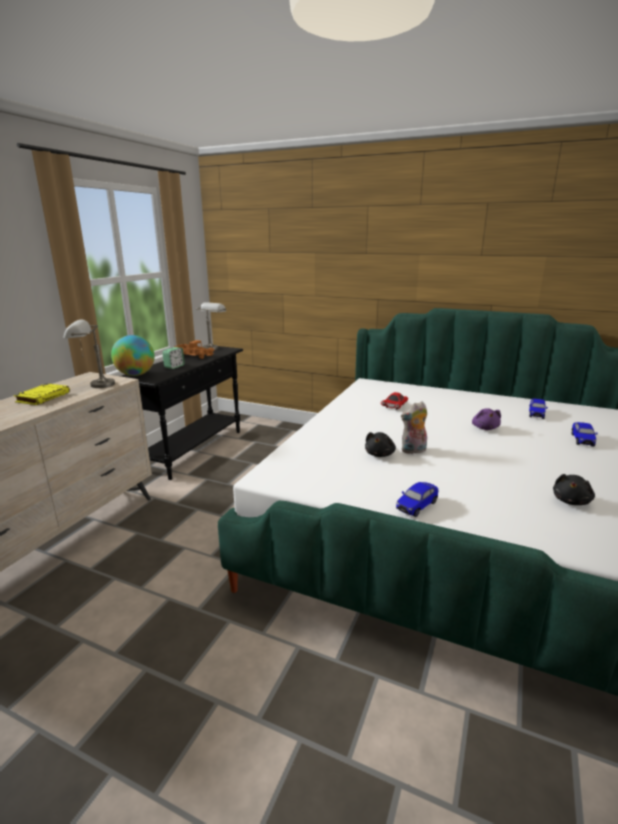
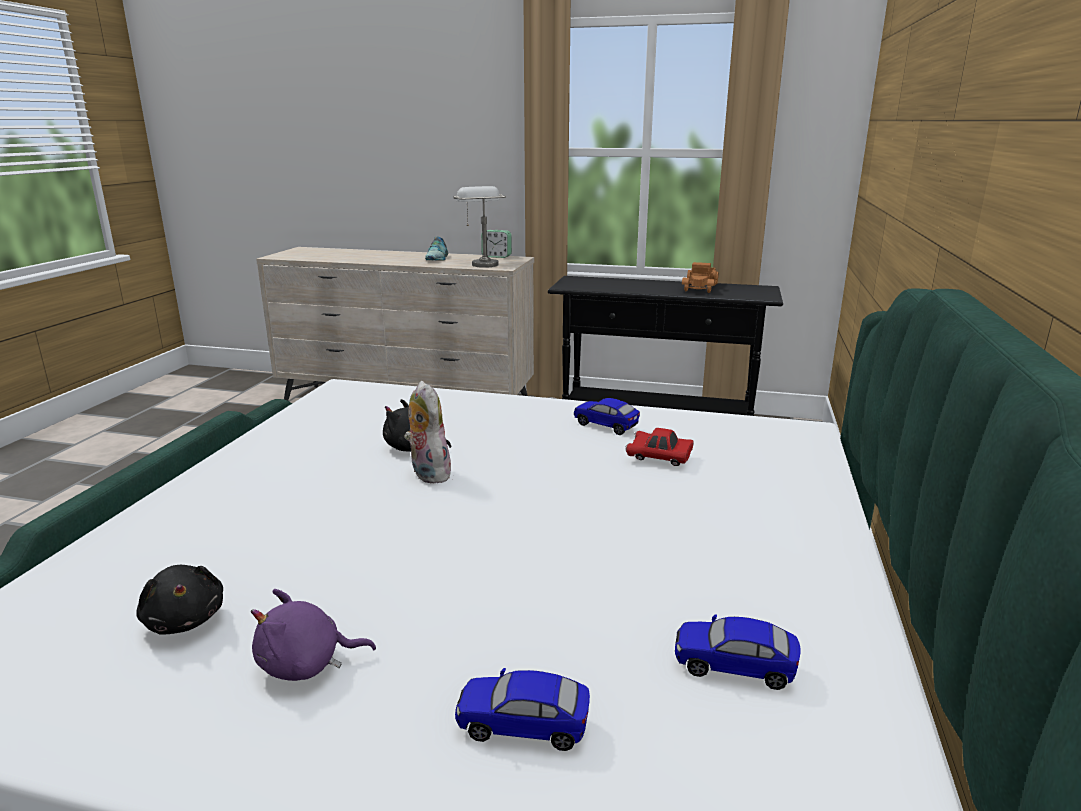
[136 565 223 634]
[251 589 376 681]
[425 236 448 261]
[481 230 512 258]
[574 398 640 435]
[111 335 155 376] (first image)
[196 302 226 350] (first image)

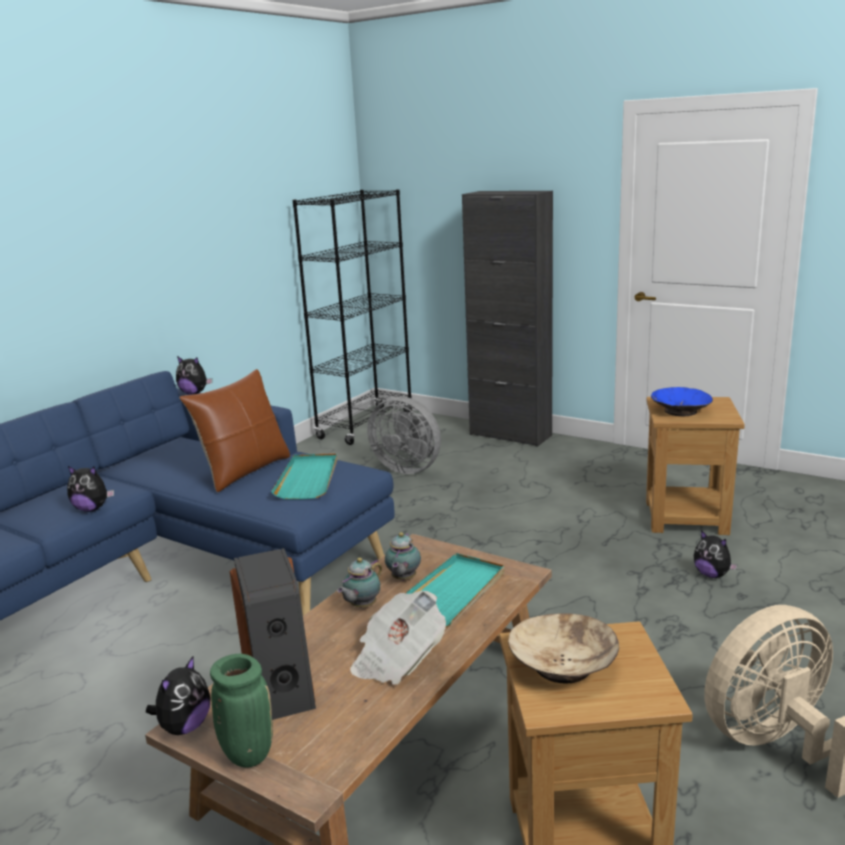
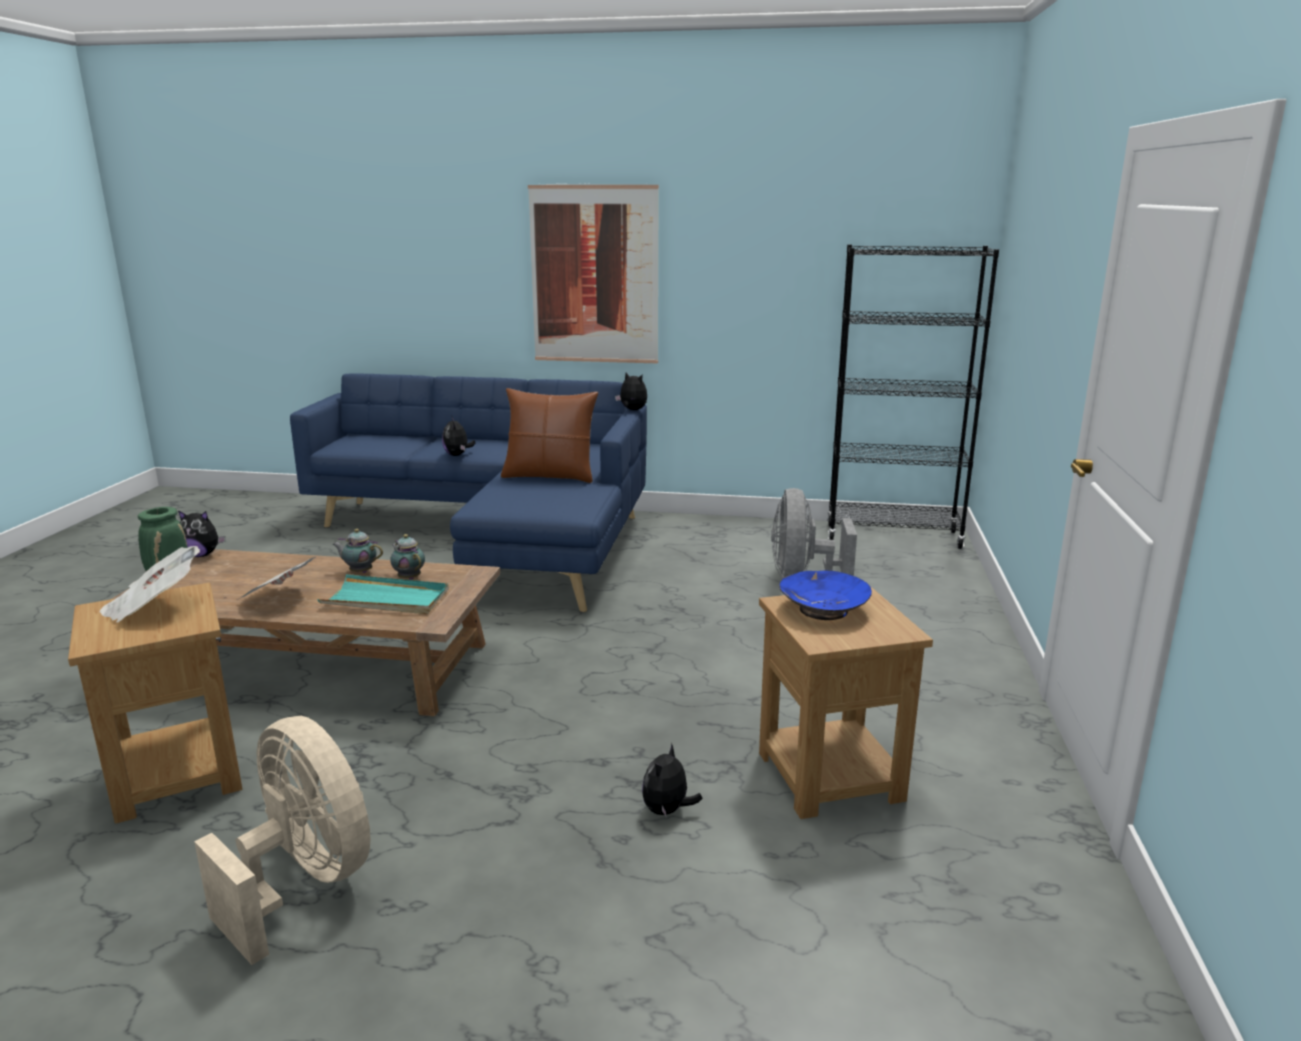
[100 546 200 622]
[390 534 425 580]
[528 184 659 363]
[615 372 647 410]
[230 548 316 720] (first image)
[271 453 337 500] (first image)
[462 191 553 447] (first image)

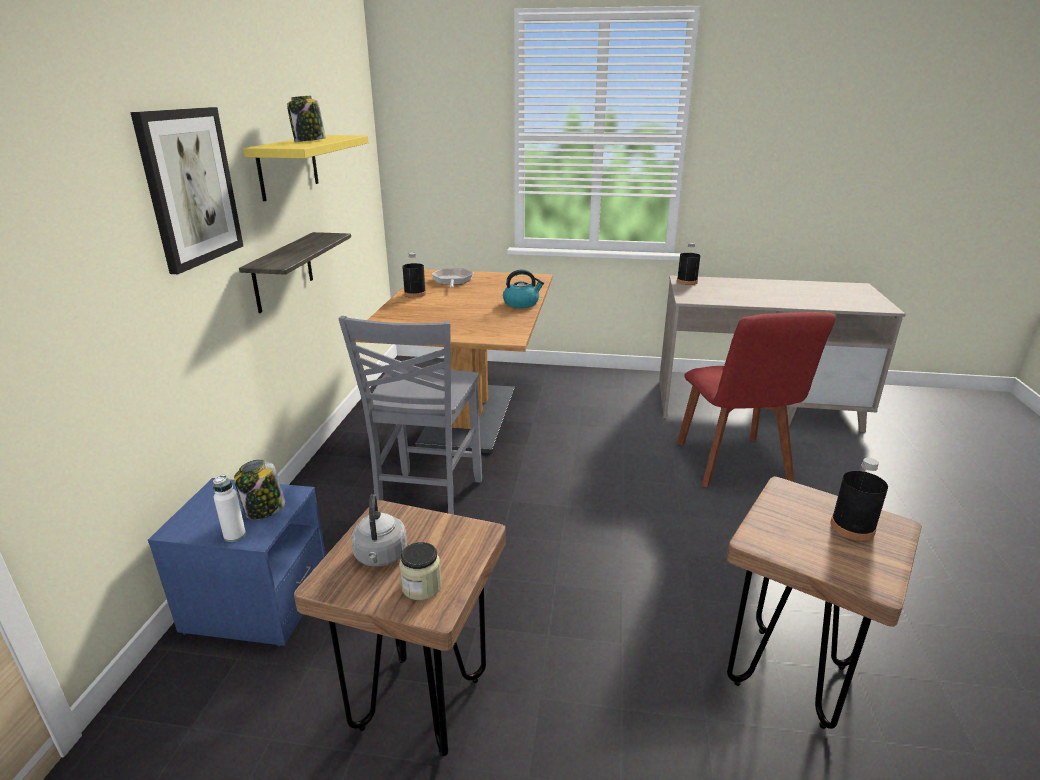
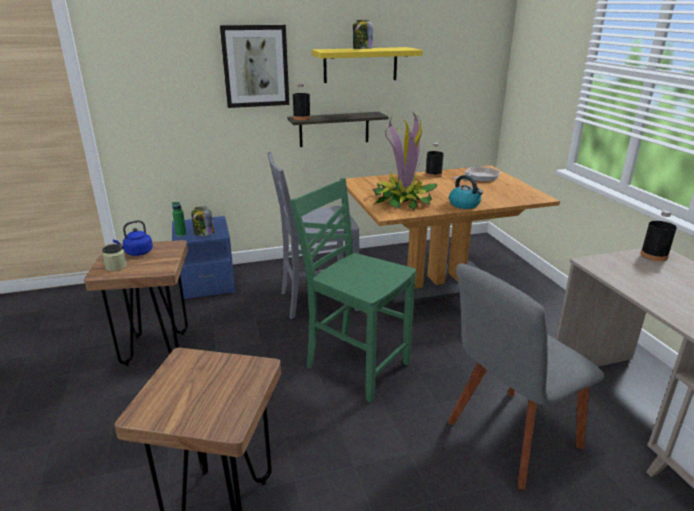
[113 220 153 256]
[172 202 186 237]
[290 178 416 403]
[293 83 311 120]
[373 113 437 210]
[448 263 605 490]

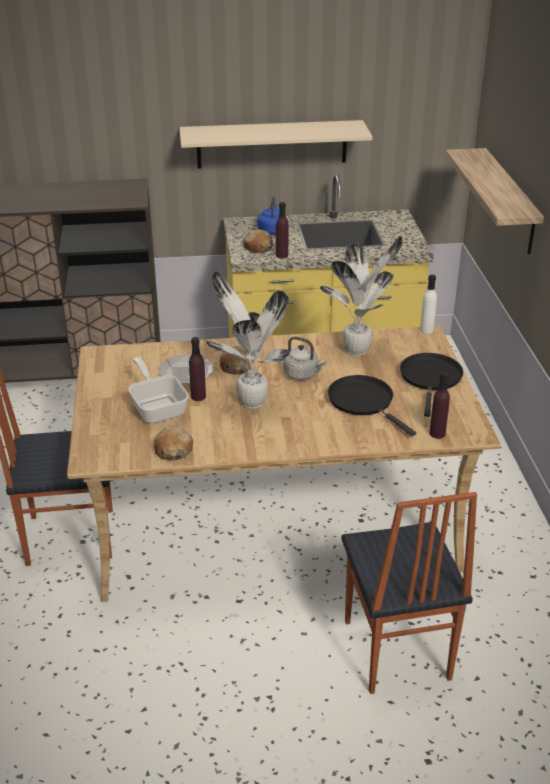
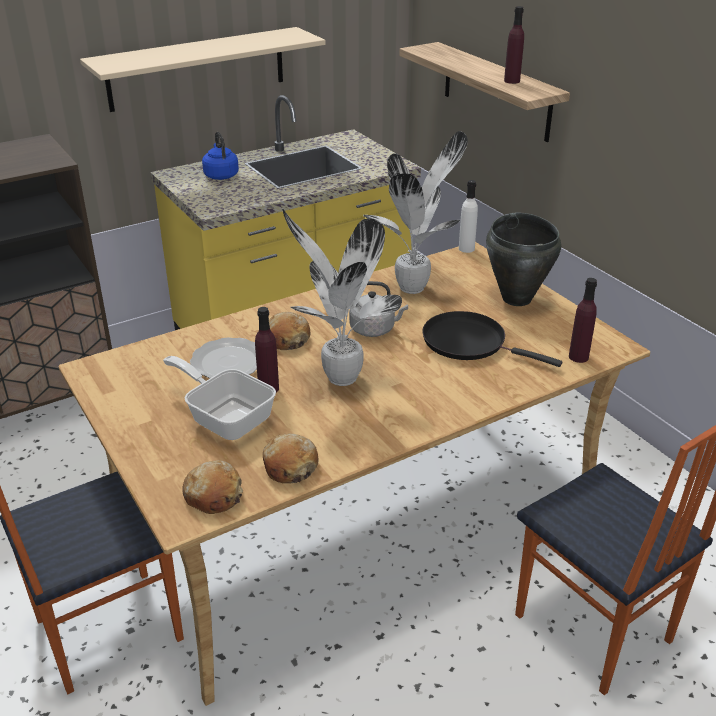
[182 460 243 514]
[486 213 561 306]
[504 6 524 84]

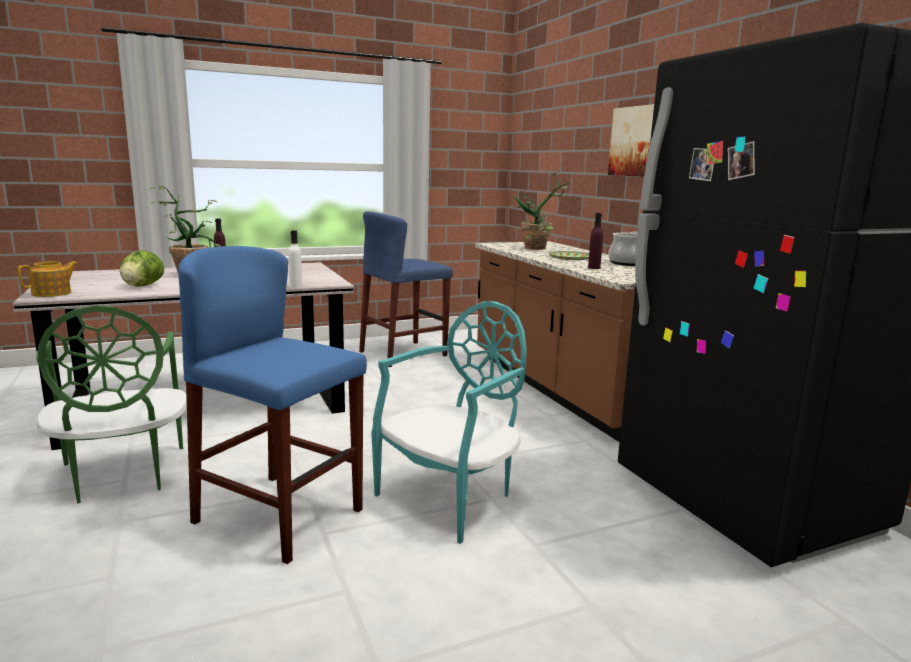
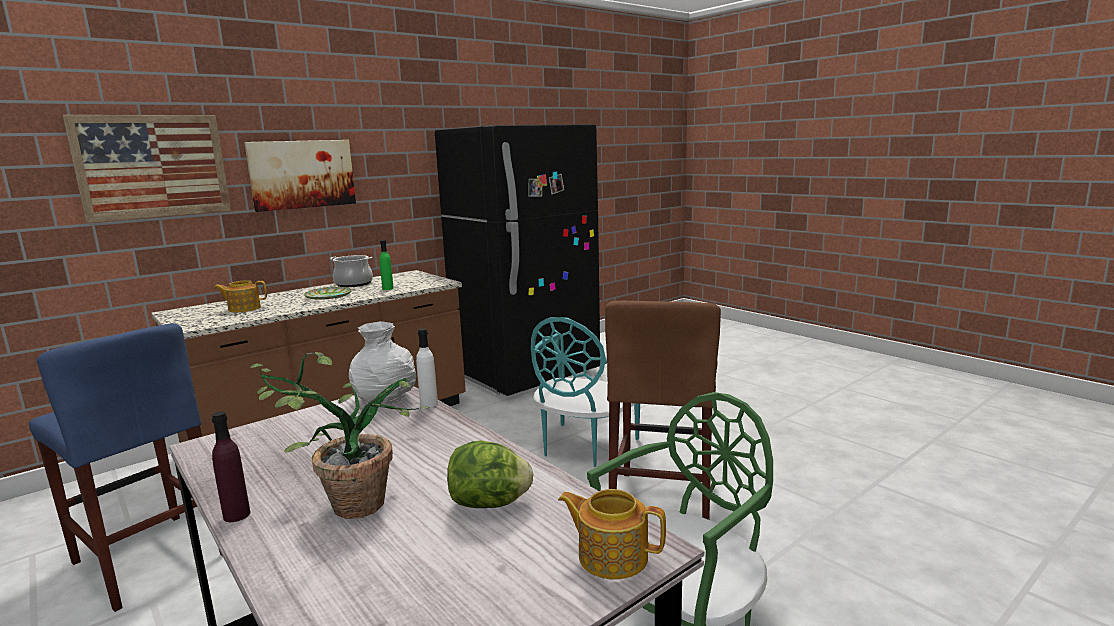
[62 115 231 223]
[214 280 267 312]
[349 321 416 405]
[379 240 394 290]
[531 317 640 467]
[605 301 721 520]

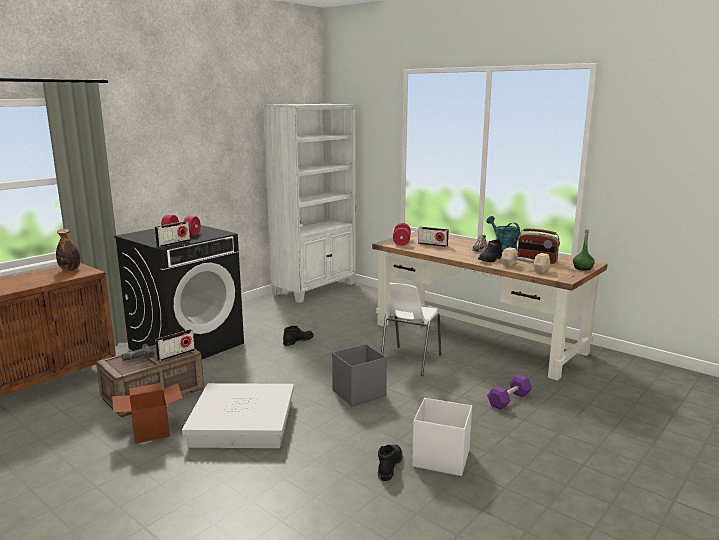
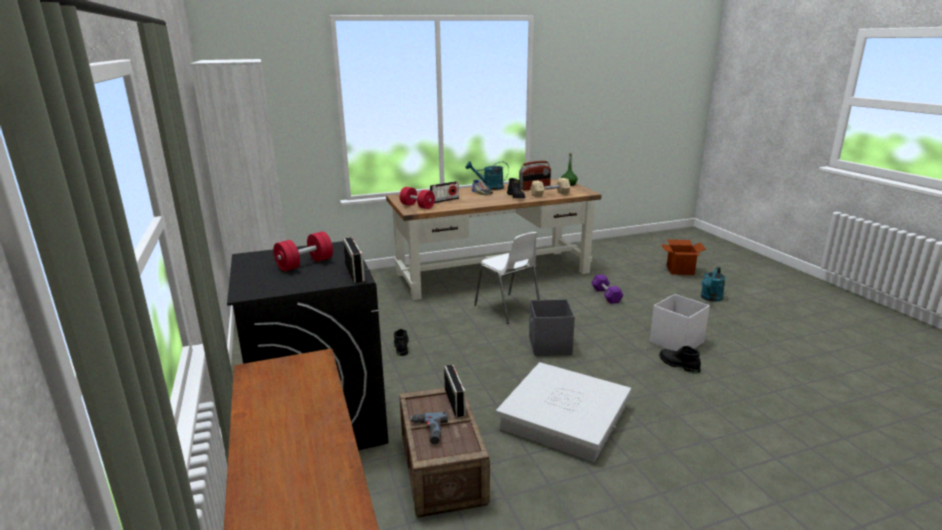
[661 239 706 275]
[701 267 726 302]
[56 229 80 271] (first image)

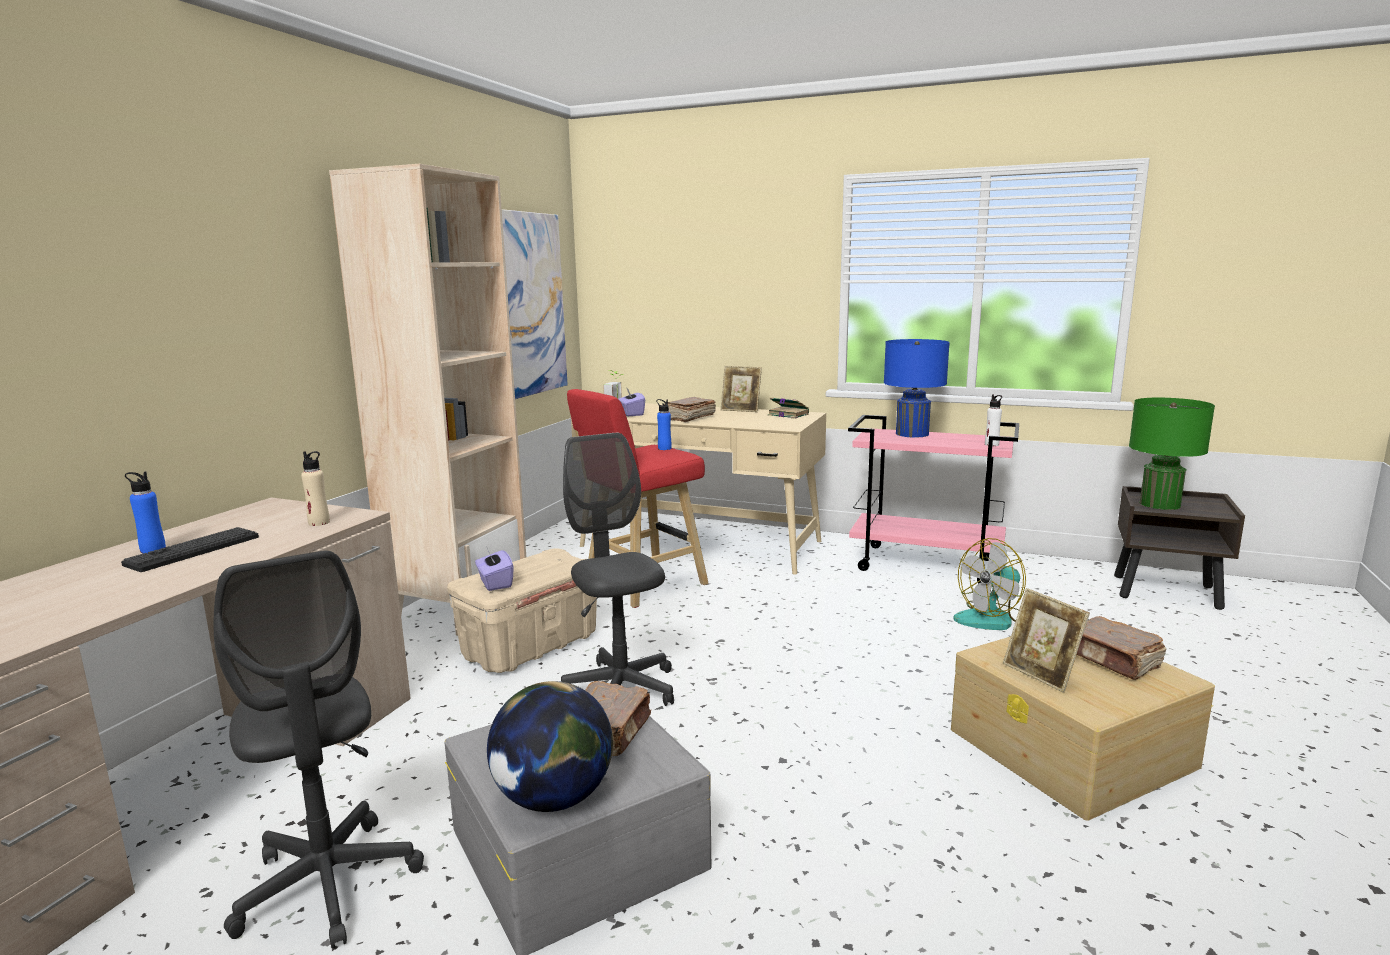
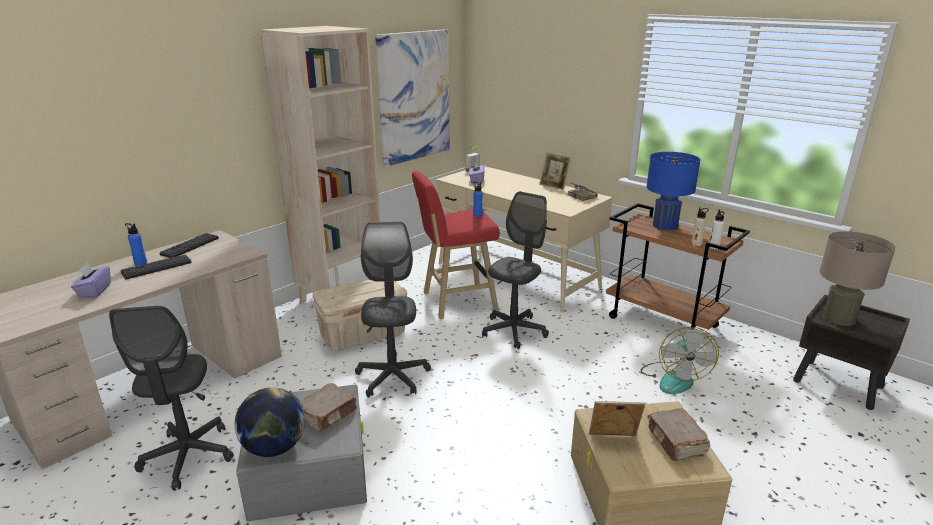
[71 263 110 298]
[160 233 219 258]
[482 191 549 349]
[589 401 645 436]
[606 203 750 330]
[641 327 719 394]
[691 207 709 246]
[819 231 896 326]
[664 397 716 422] (first image)

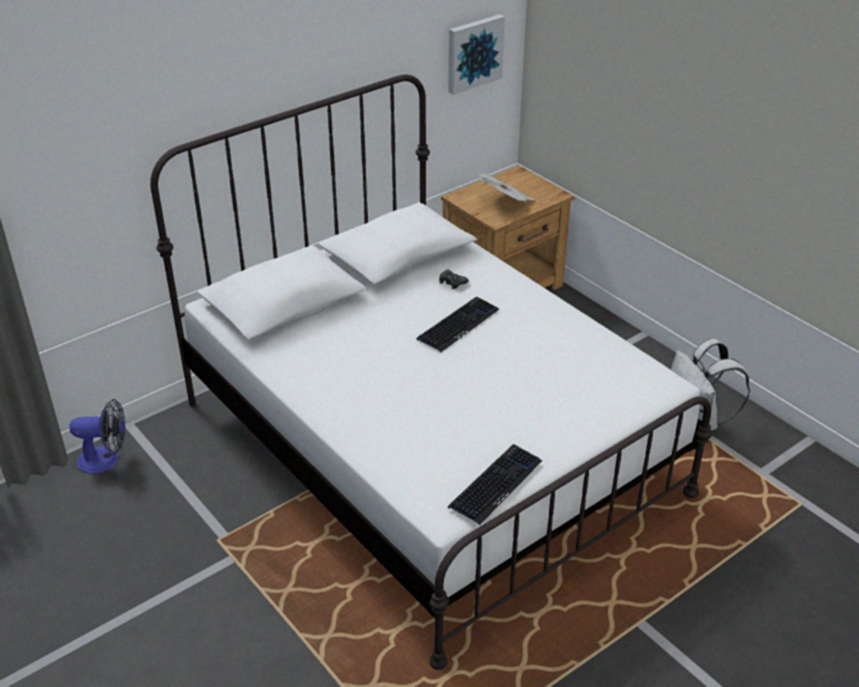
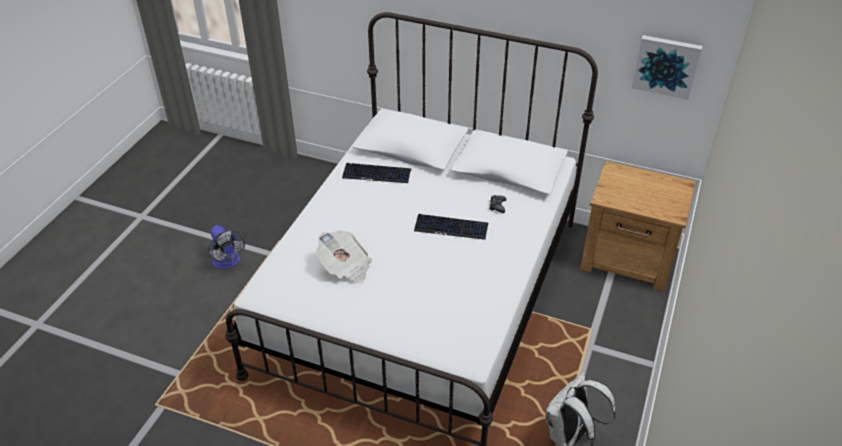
[208 225 246 269]
[316 230 372 284]
[342 163 411 183]

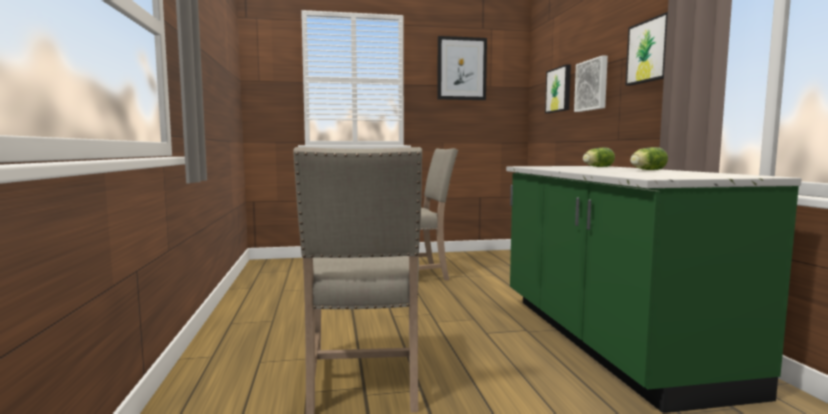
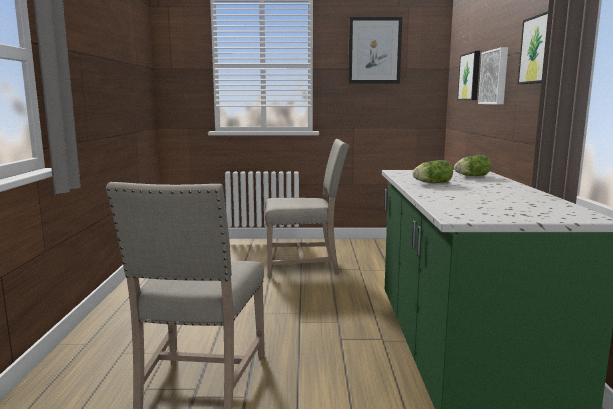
[412 160 453 183]

